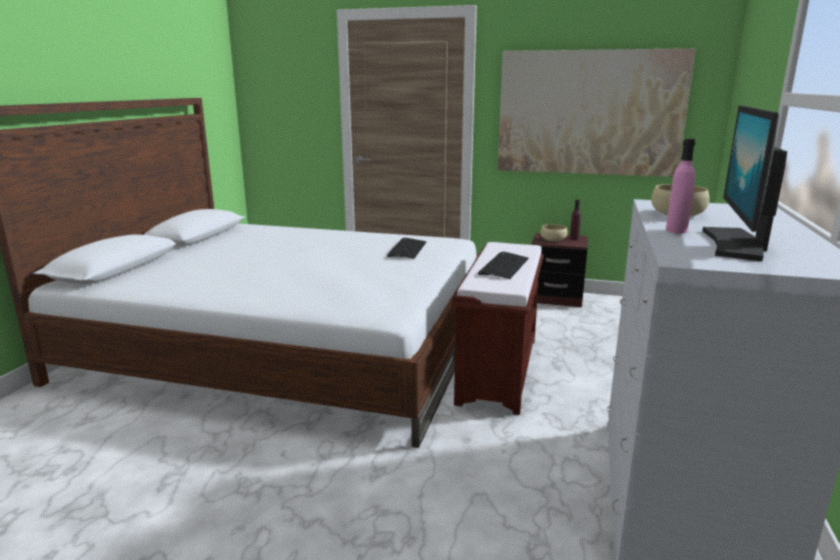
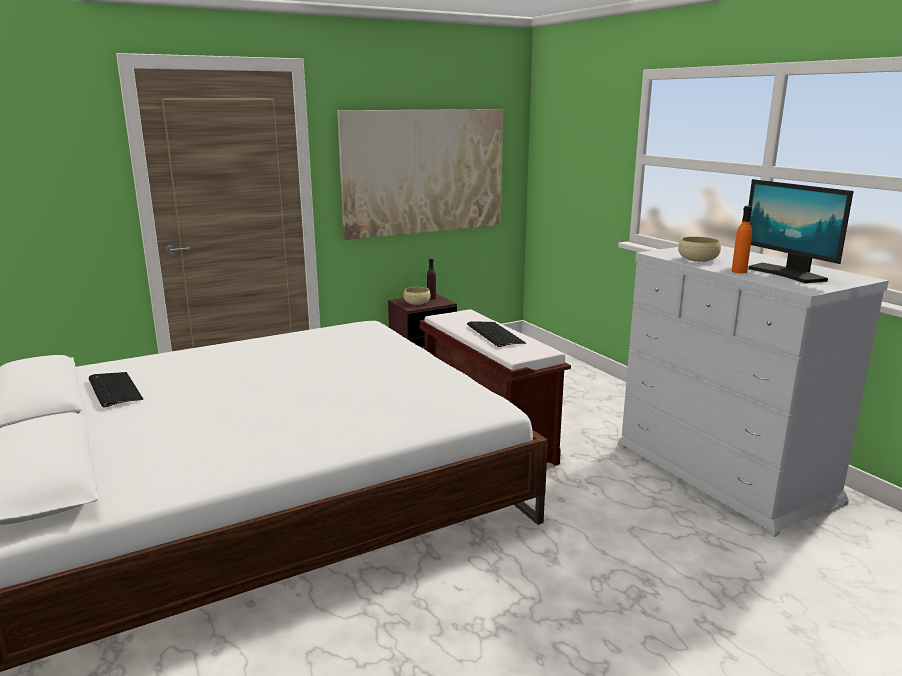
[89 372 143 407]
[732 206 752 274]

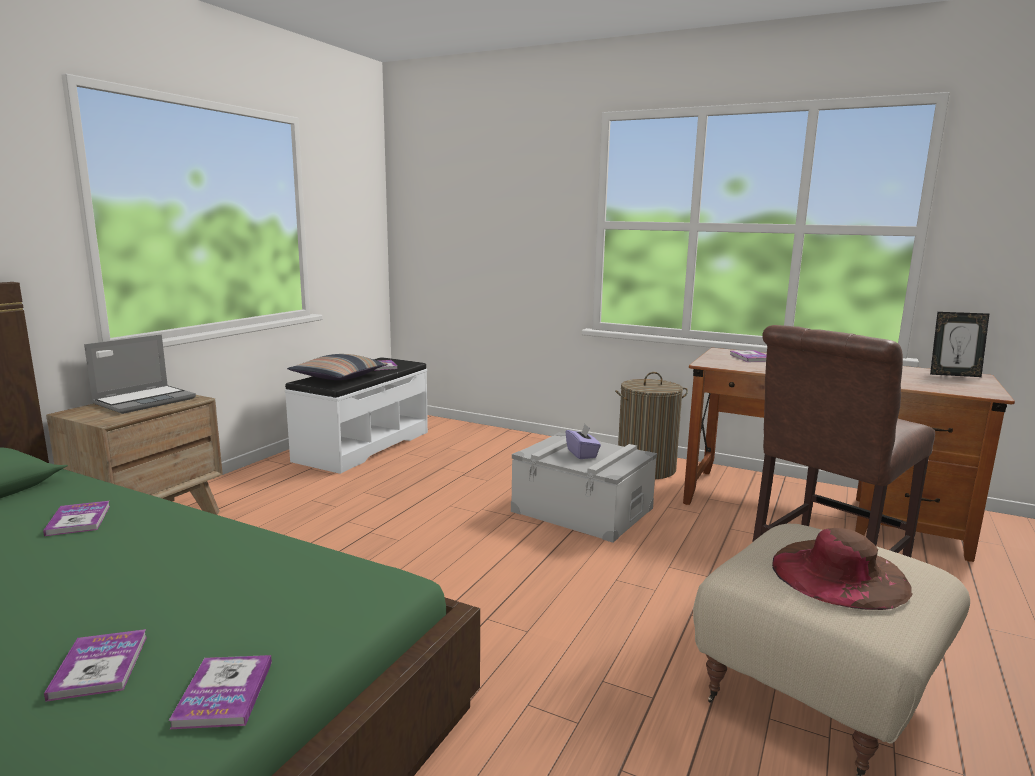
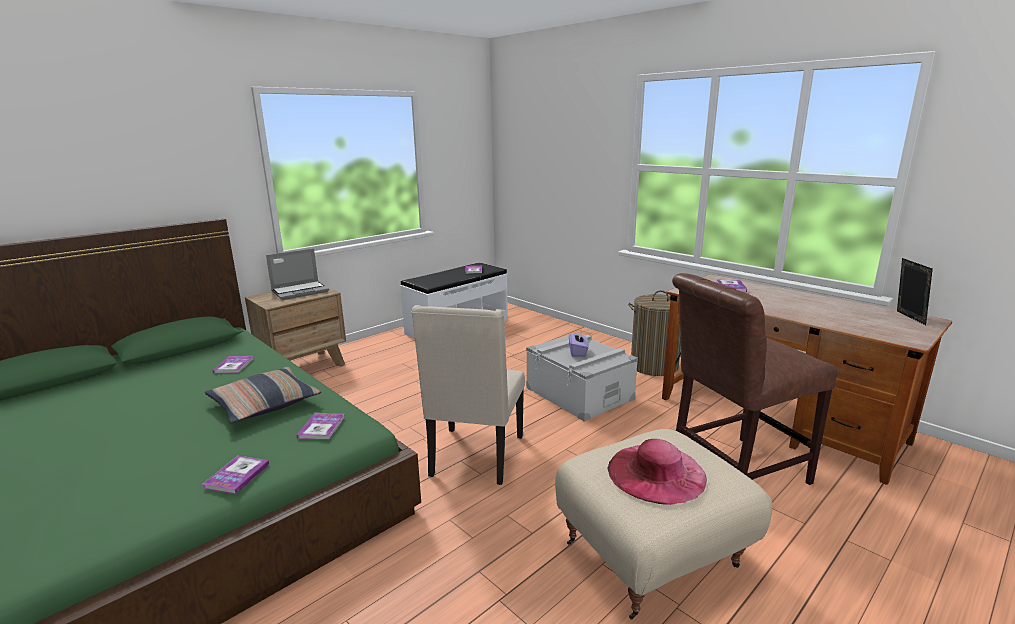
[205 367 321 423]
[296 413 345 440]
[411 305 525 485]
[608 439 707 505]
[897 258 933 325]

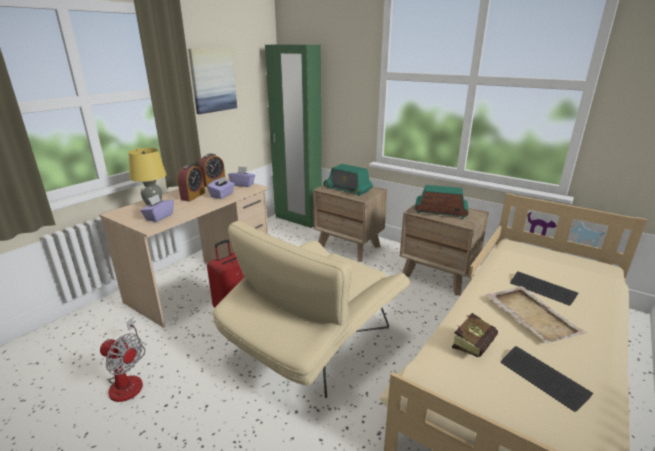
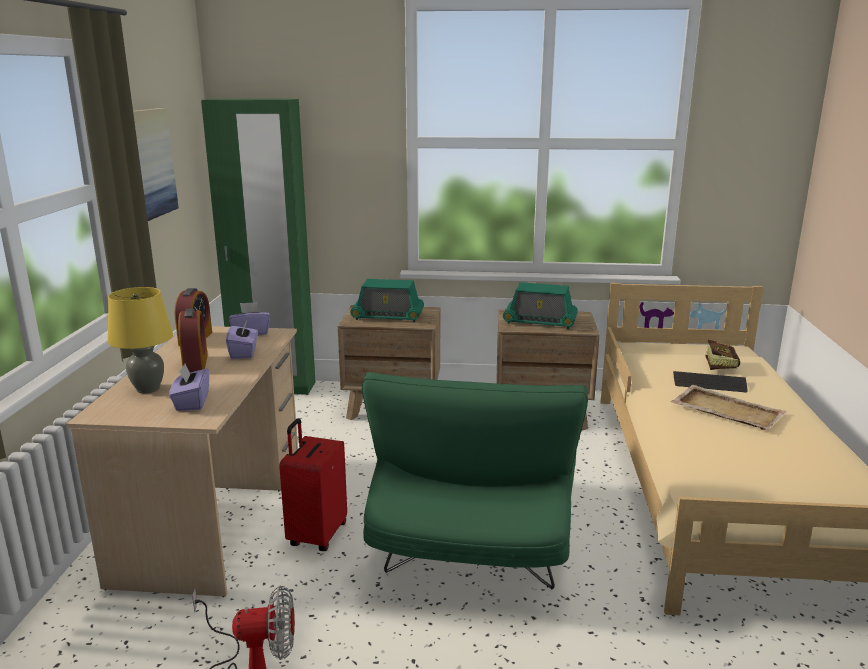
[362 372 588 590]
[503 282 578 329]
[706 340 740 370]
[501 346 594 412] (first image)

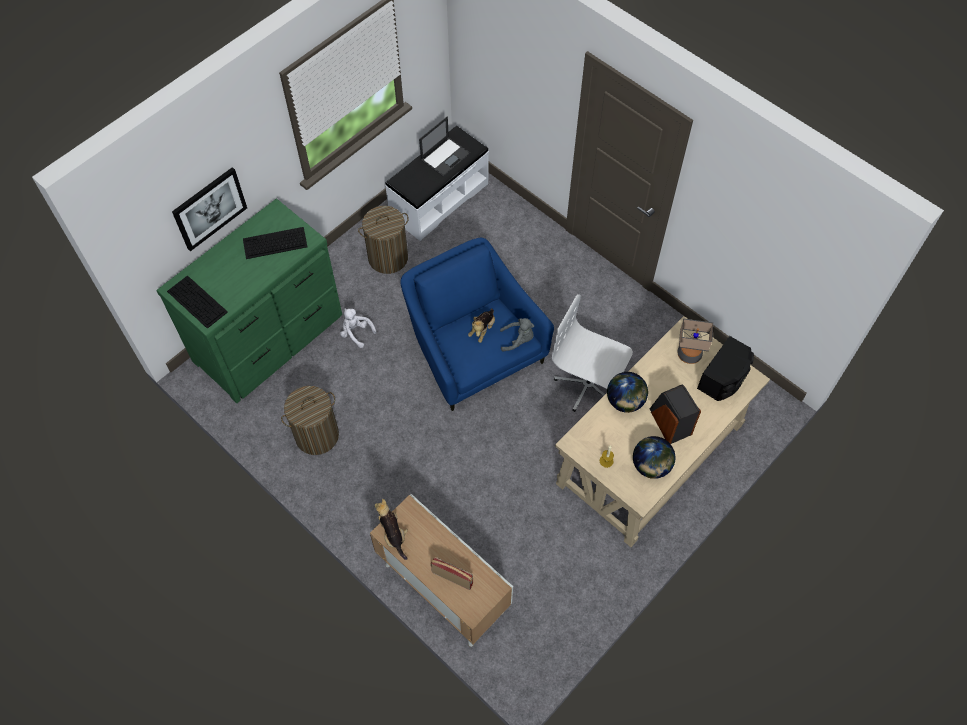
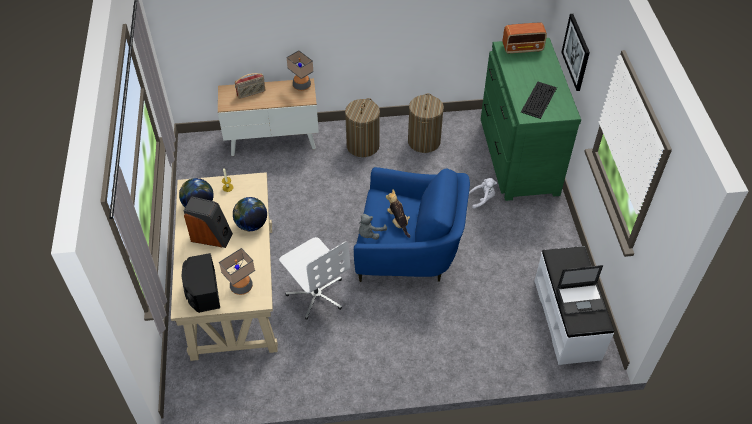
[279 237 350 319]
[286 50 314 91]
[345 98 380 157]
[502 22 547 54]
[557 265 606 315]

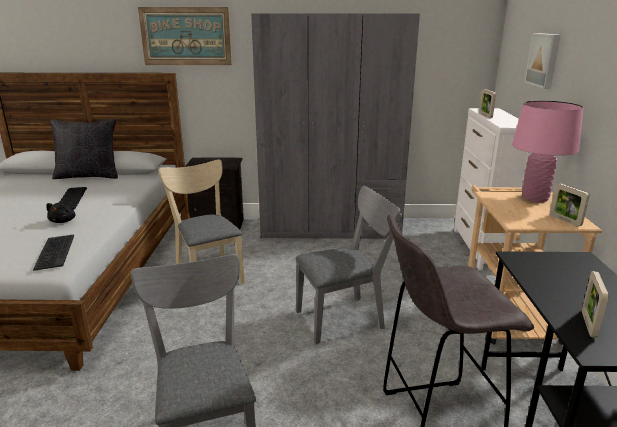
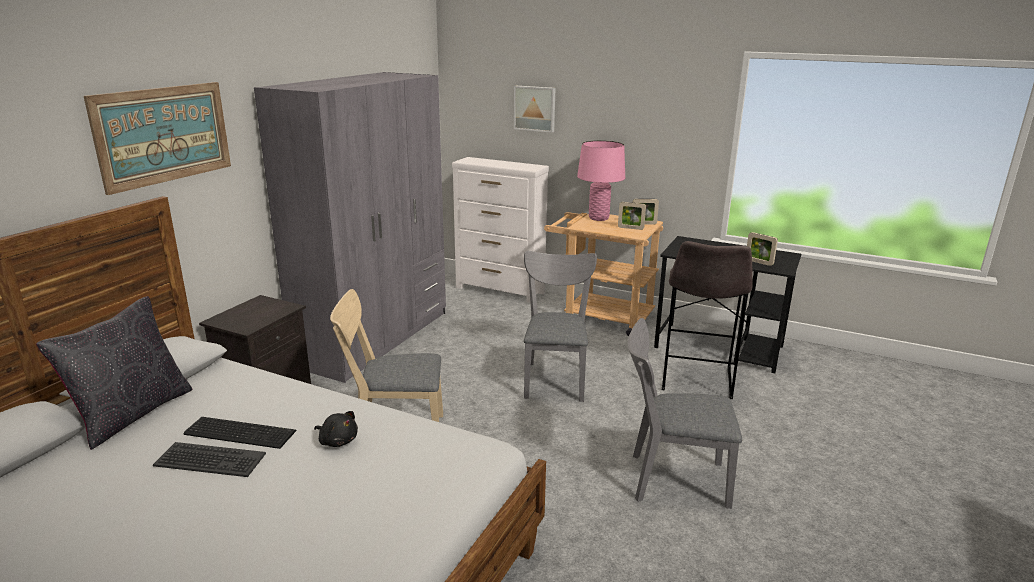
[153 442 266 477]
[618 202 646 230]

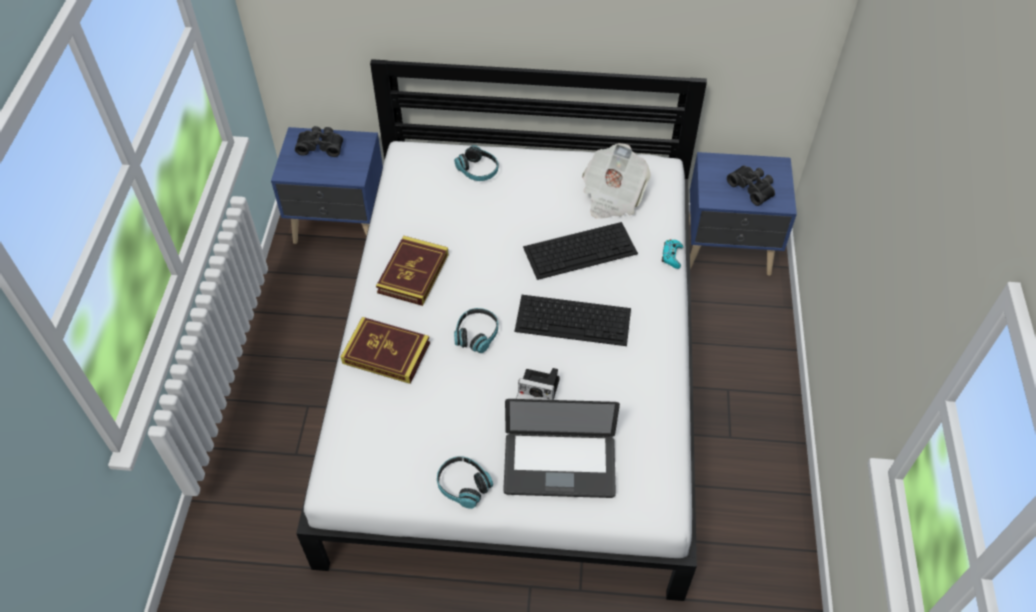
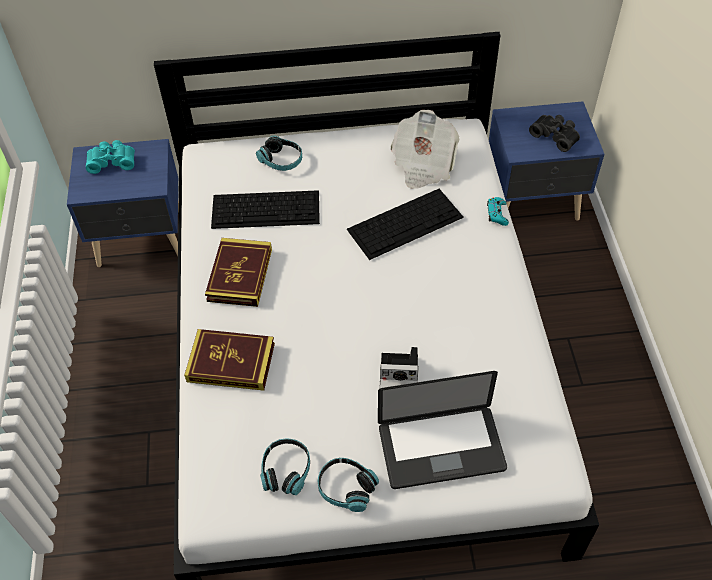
[86 140 135 174]
[211 190 320 229]
[260 439 310 495]

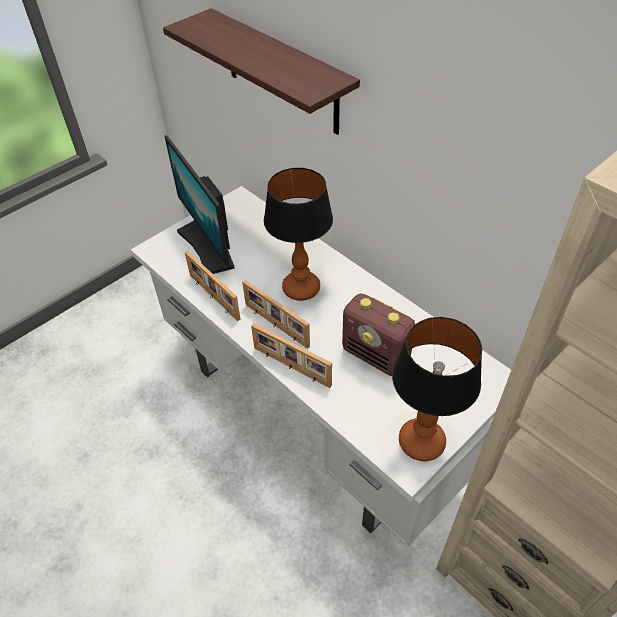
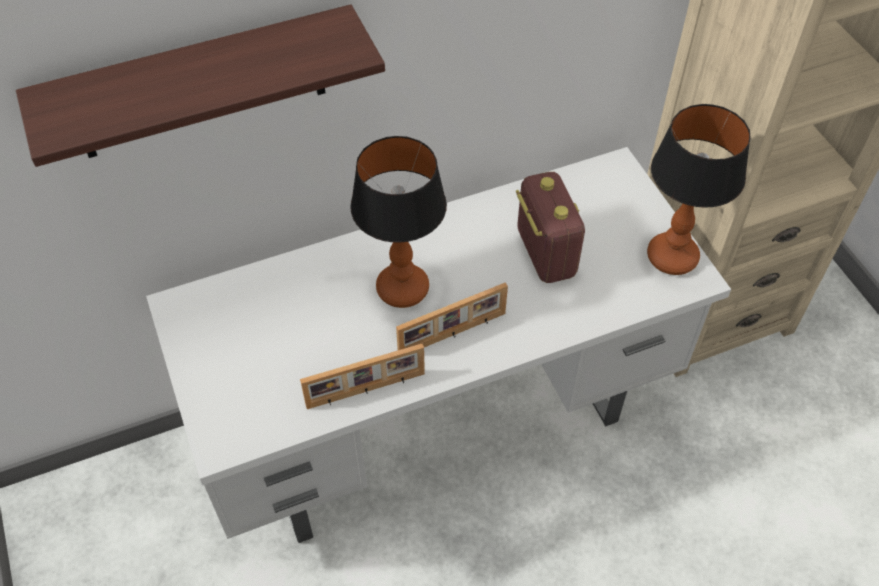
[516 172 585 283]
[164 135 235 274] (first image)
[251 323 332 388] (first image)

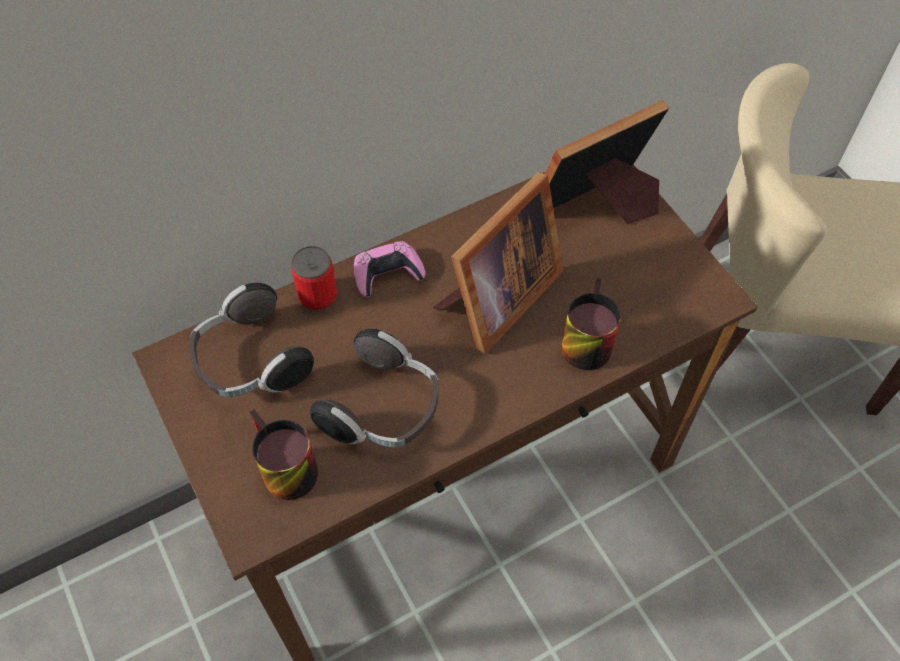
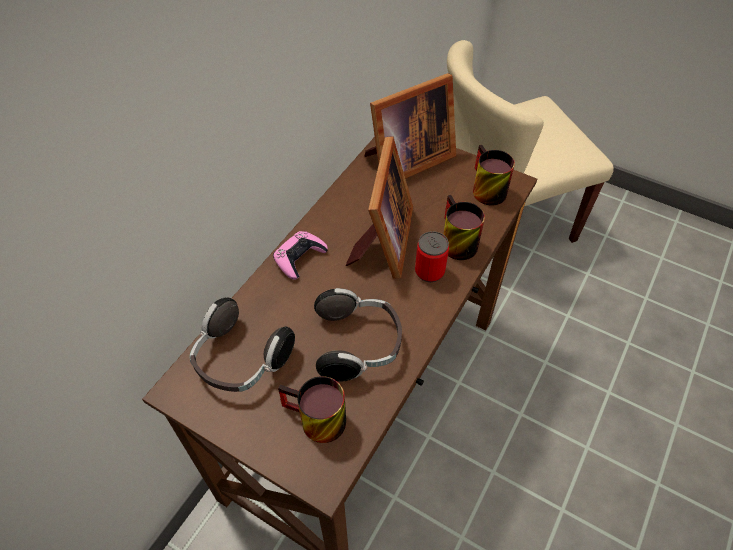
[364 73 456 179]
[415 231 449 282]
[473 145 515 205]

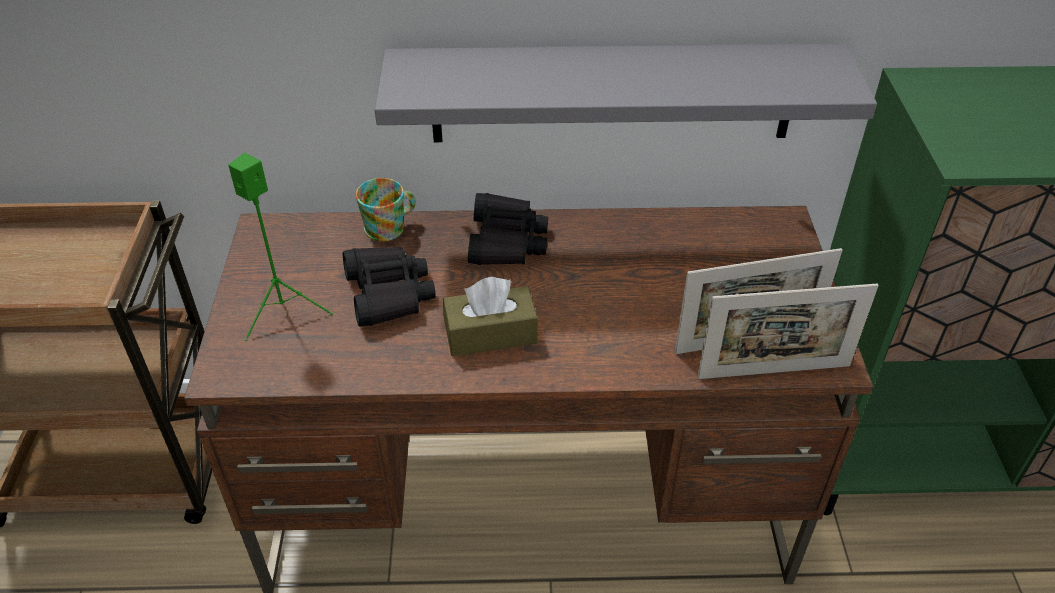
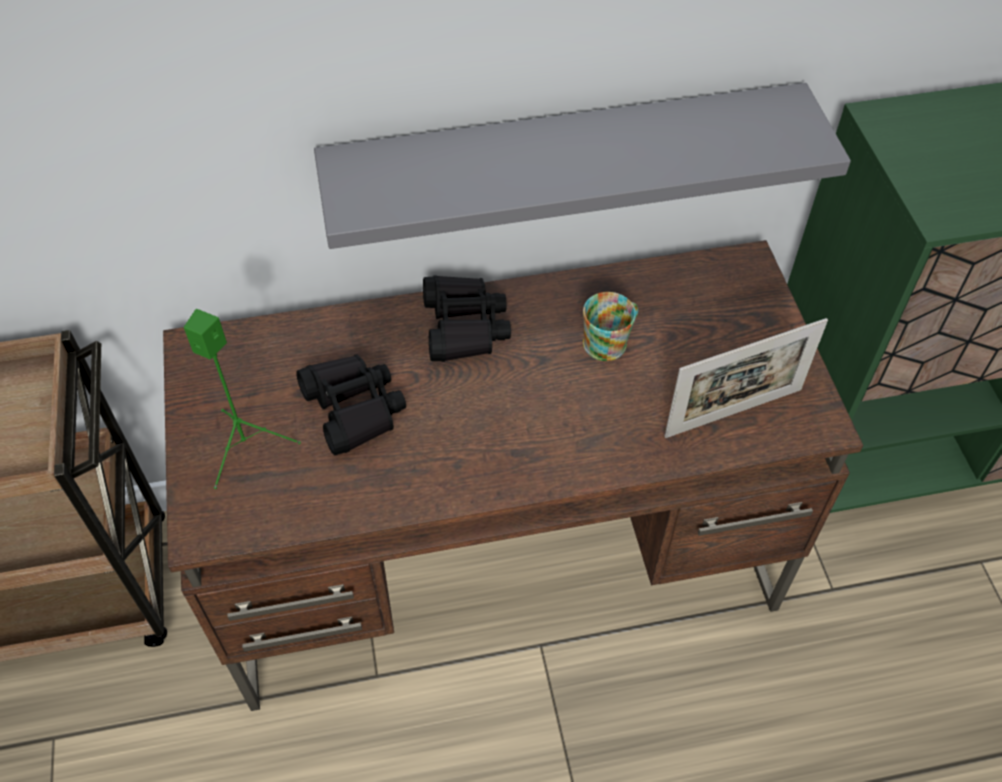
[583 292 638 361]
[443 277 538 356] (first image)
[697 284 879 379] (first image)

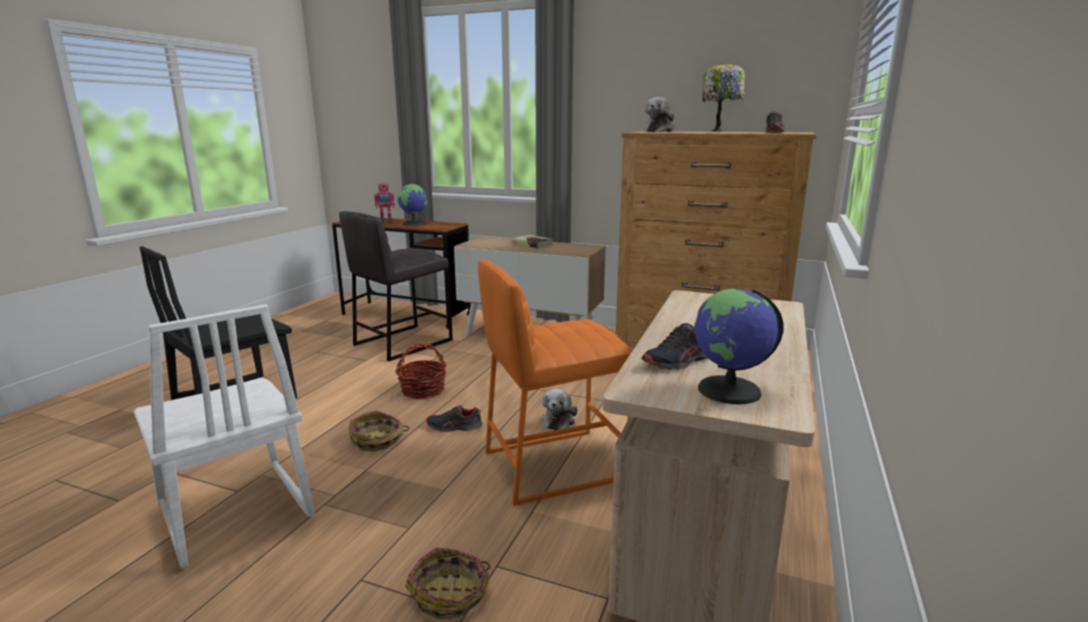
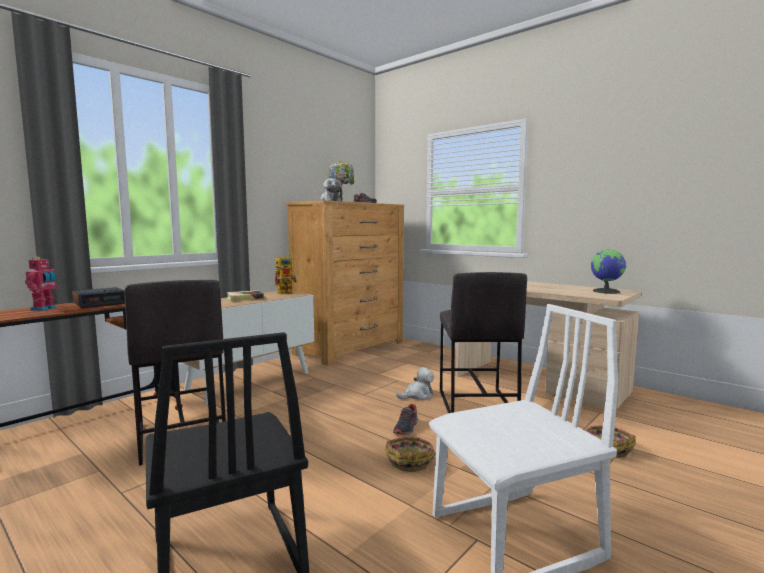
[72 287 125 308]
[274 255 297 294]
[396 367 434 400]
[440 272 527 413]
[395 342 447 399] (first image)
[641 323 708 370] (first image)

